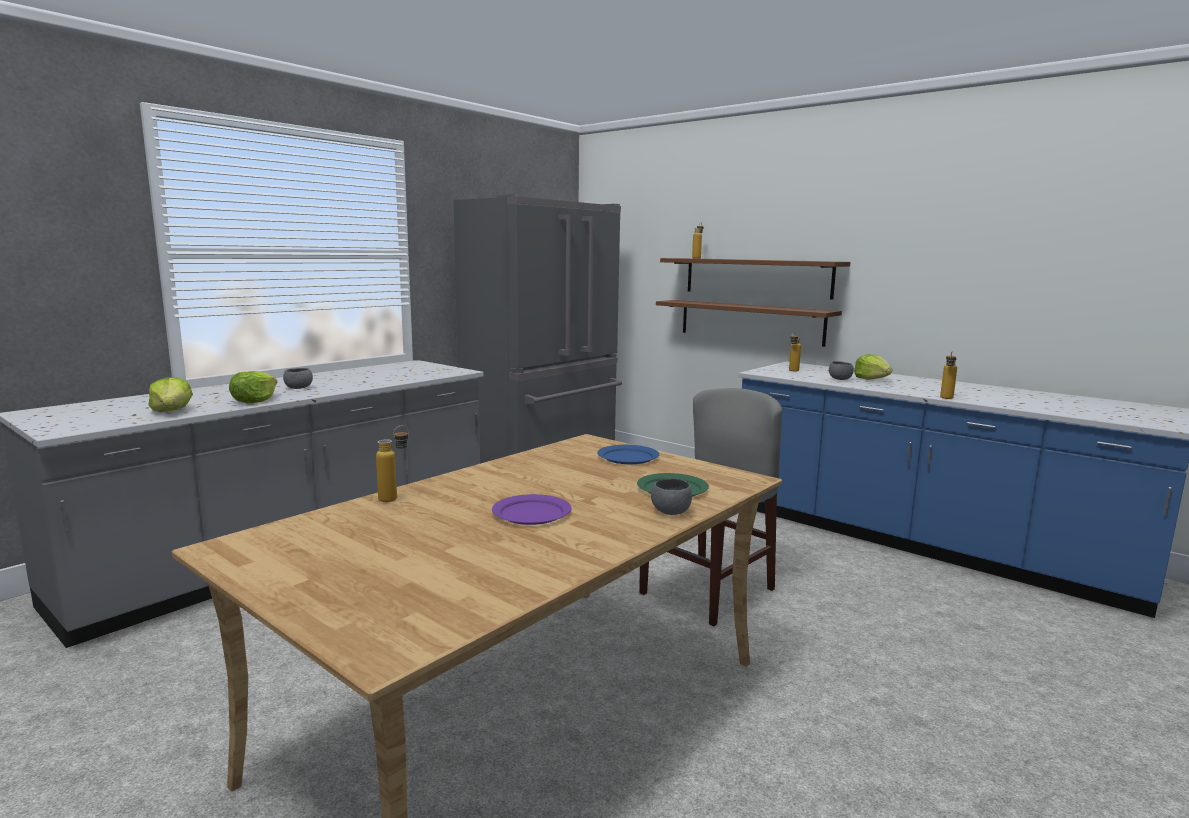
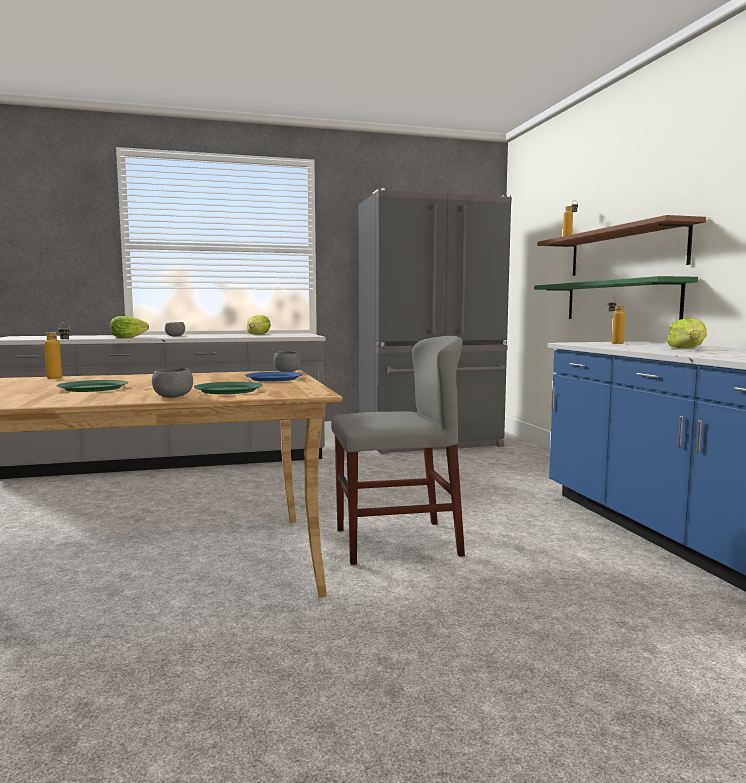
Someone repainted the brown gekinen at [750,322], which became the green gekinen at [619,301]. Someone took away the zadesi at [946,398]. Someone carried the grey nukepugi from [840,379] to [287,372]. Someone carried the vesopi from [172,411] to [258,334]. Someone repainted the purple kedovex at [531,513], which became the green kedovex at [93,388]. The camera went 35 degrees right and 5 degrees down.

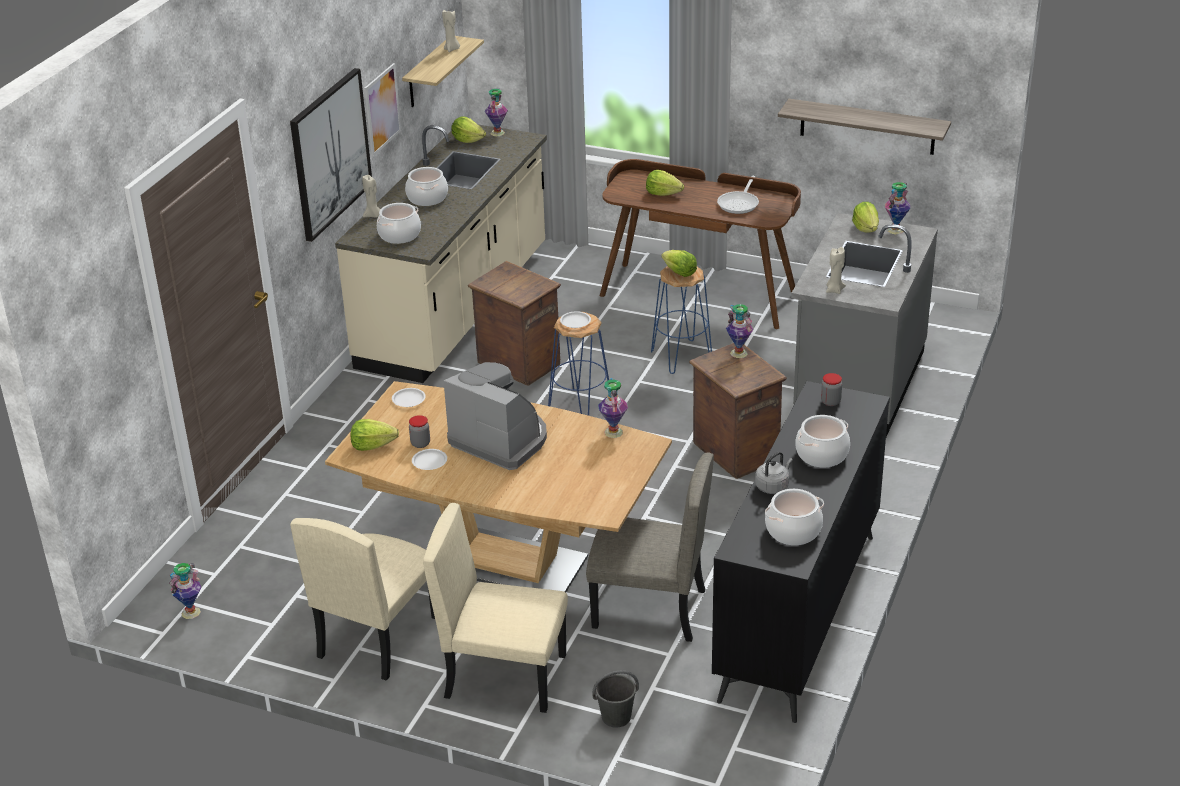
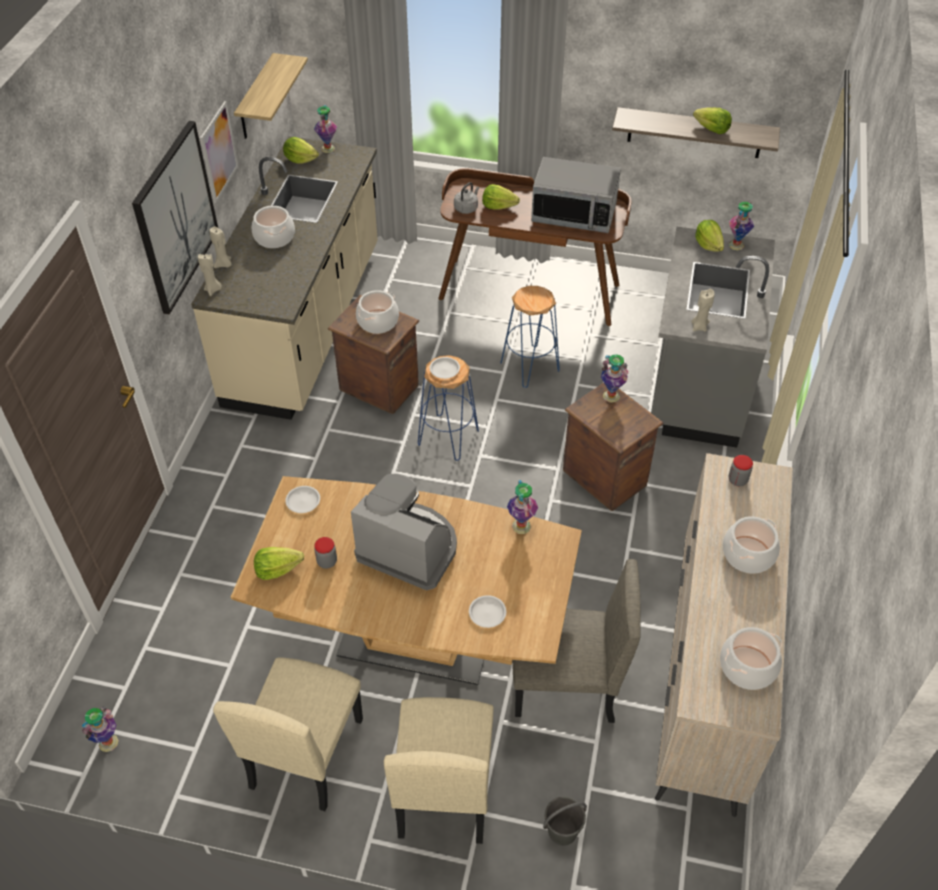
Someone carried the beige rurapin from [452,49] to [213,290]. Someone swapped the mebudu at [739,203] for the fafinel at [574,214]. Someone carried the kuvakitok from [399,235] to [378,322]. Someone carried the vesopi from [679,272] to [711,130]. Someone repainted the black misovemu at [797,616], which became the beige misovemu at [706,677]. Someone carried the white kedovex from [429,461] to [487,613]. Someone carried the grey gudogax from [773,486] to [466,208]. Someone rotated the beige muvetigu at [506,675] by 90 degrees counterclockwise. The camera went 10 degrees left and 15 degrees up.

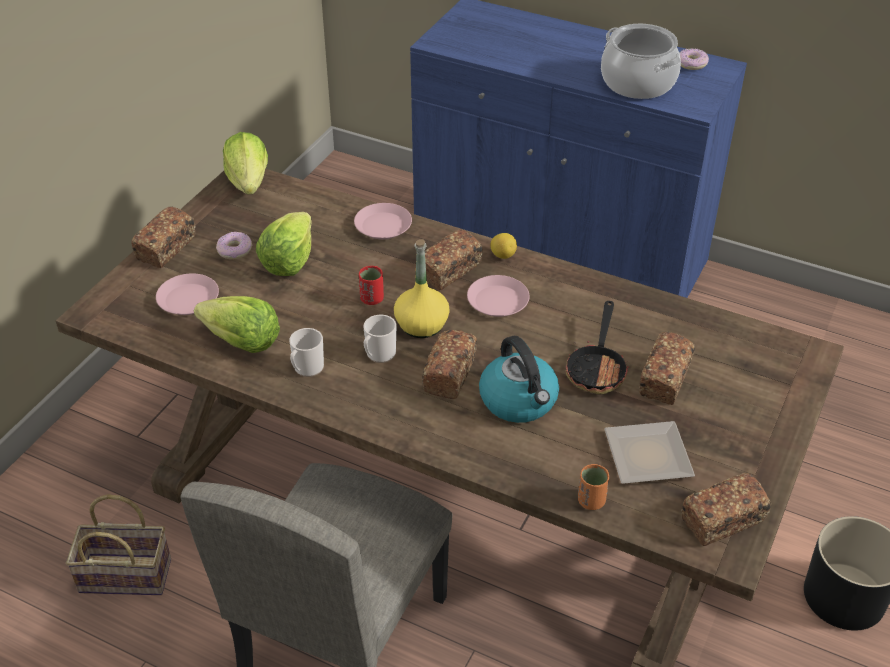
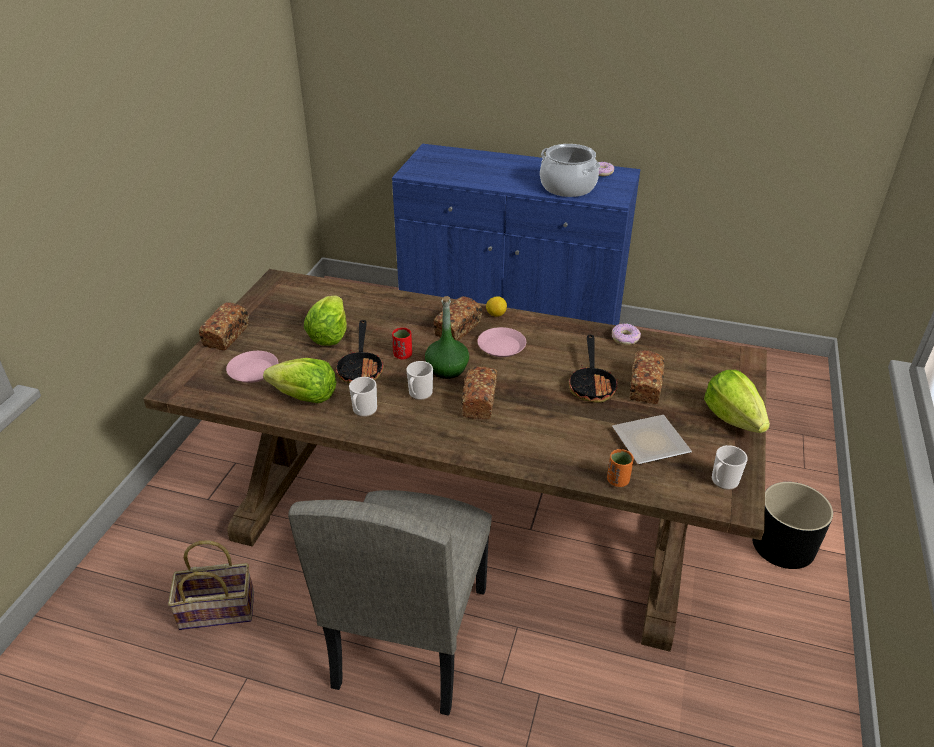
Someone carried the vesopi from [249,183] to [733,418]. Someone took away the pink kedovex at [383,226]. Someone carried the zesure from [235,250] to [625,338]. Someone repainted the yellow zadesi at [421,325], which became the green zadesi at [447,369]. Someone took away the gudogax at [519,401]. Someone swapped the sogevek at [722,520] for the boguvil at [722,481]. Someone put down the mebudu at [361,368]. The camera went 10 degrees left and 5 degrees down.

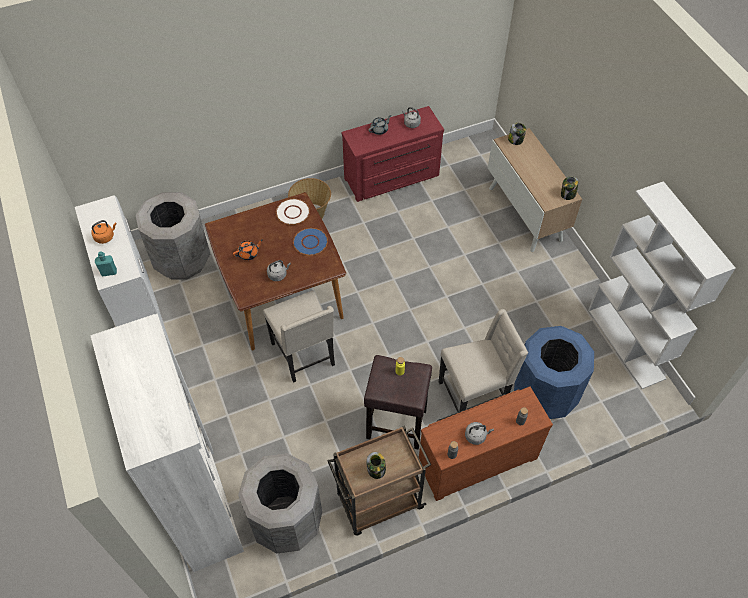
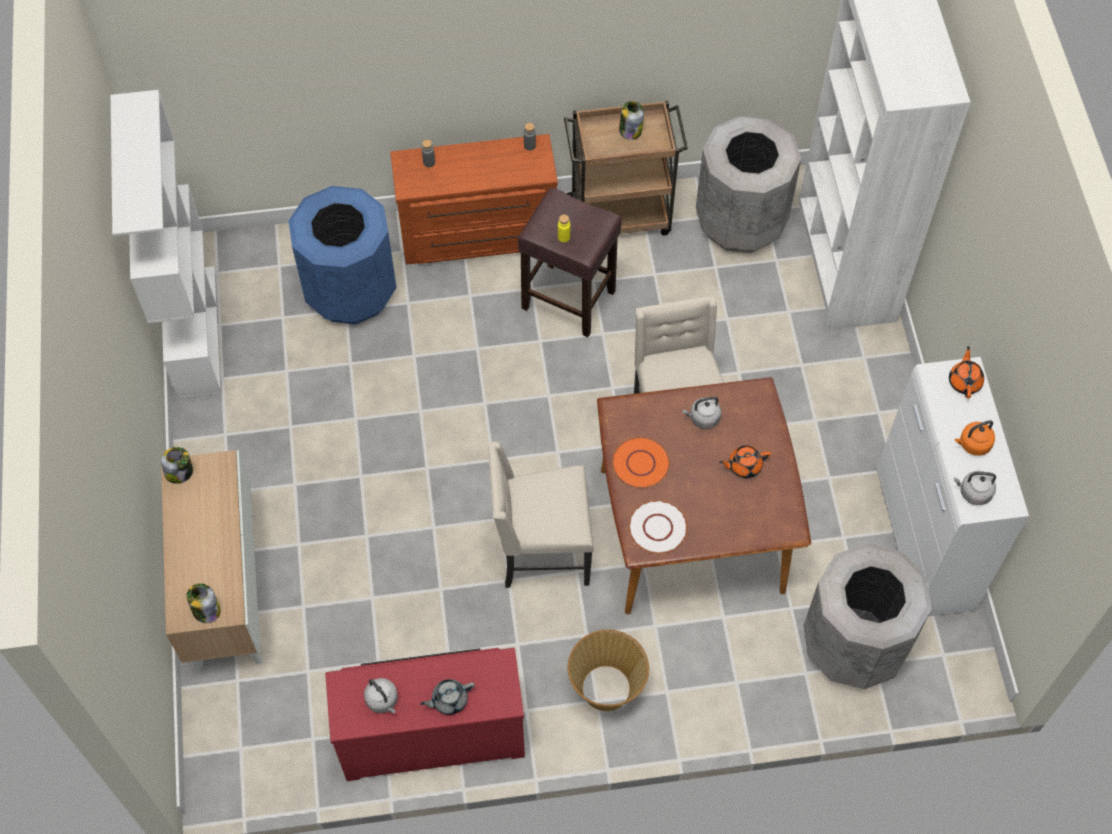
Someone repainted the blue kedovex at [310,242], which became the orange kedovex at [640,463]. Someone swapped the turquoise zadesi at [109,272] for the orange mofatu at [964,381]. Someone carried the beige muvetigu from [474,395] to [541,552]. Someone carried the grey gudogax from [476,436] to [973,492]. The camera went 165 degrees left and 5 degrees up.

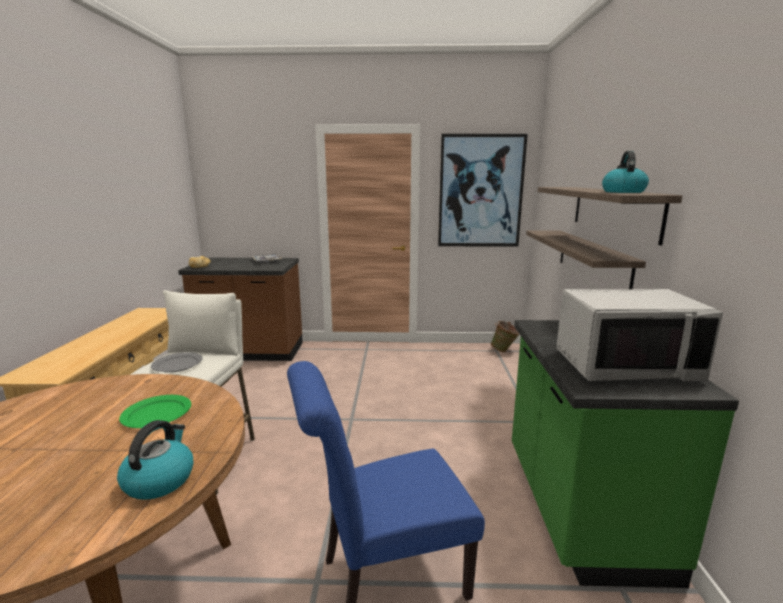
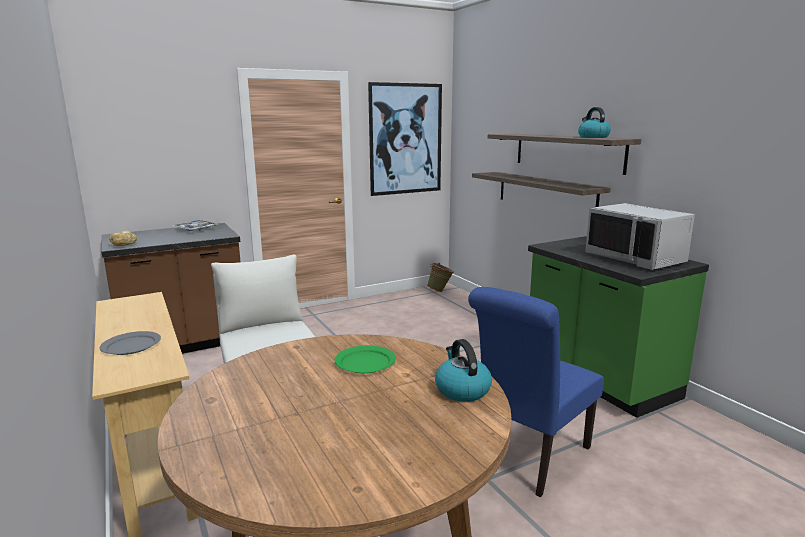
Someone rotated the grey fafinel at [624,365] by 90 degrees clockwise. Someone carried the grey kedovex from [177,364] to [131,346]. The camera went 30 degrees left and 0 degrees up.

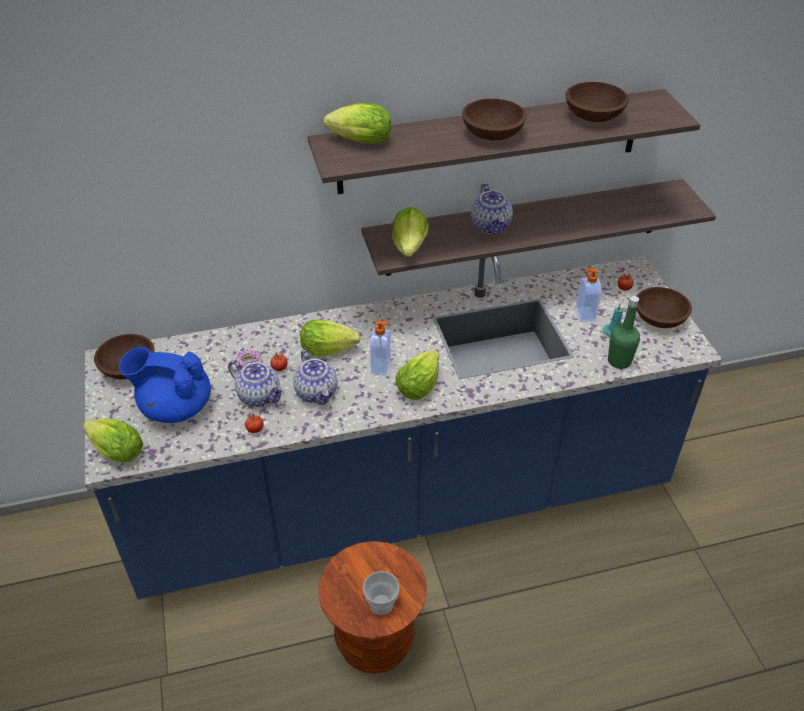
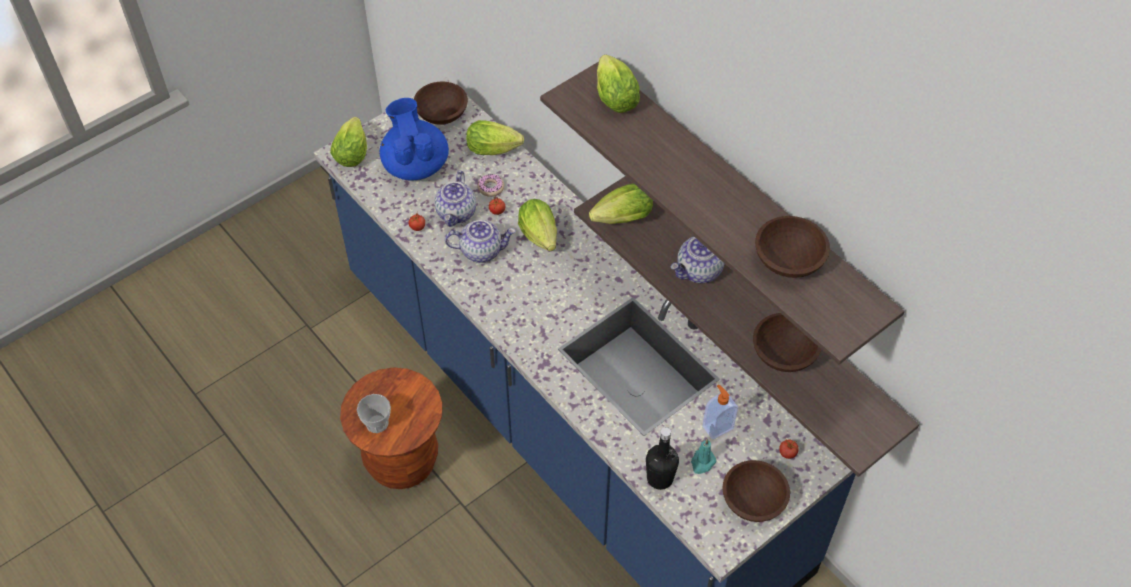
Someone carried the brown nukepugi from [492,135] to [782,353]. Someone repainted the green zadesi at [619,361], which became the black zadesi at [660,478]. Someone took away the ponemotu at [381,367]. Someone rotated the mofatu at [317,393] by 135 degrees counterclockwise. Someone carried the vesopi from [420,384] to [496,149]. The camera went 65 degrees right and 10 degrees up.

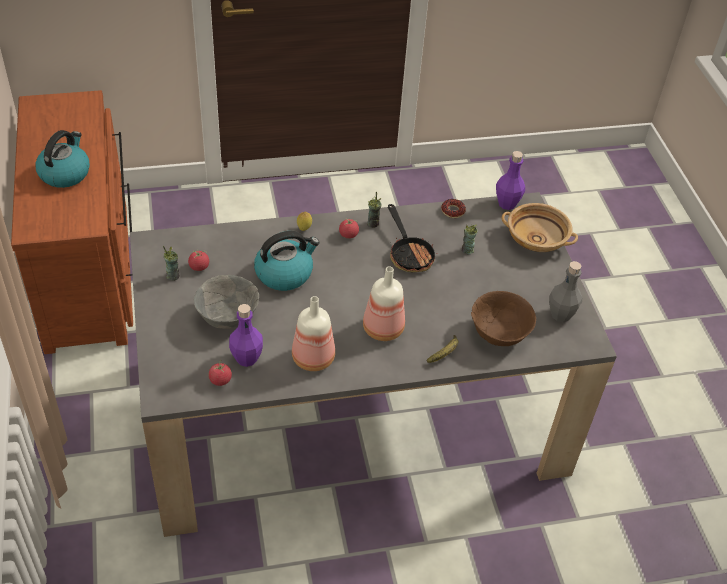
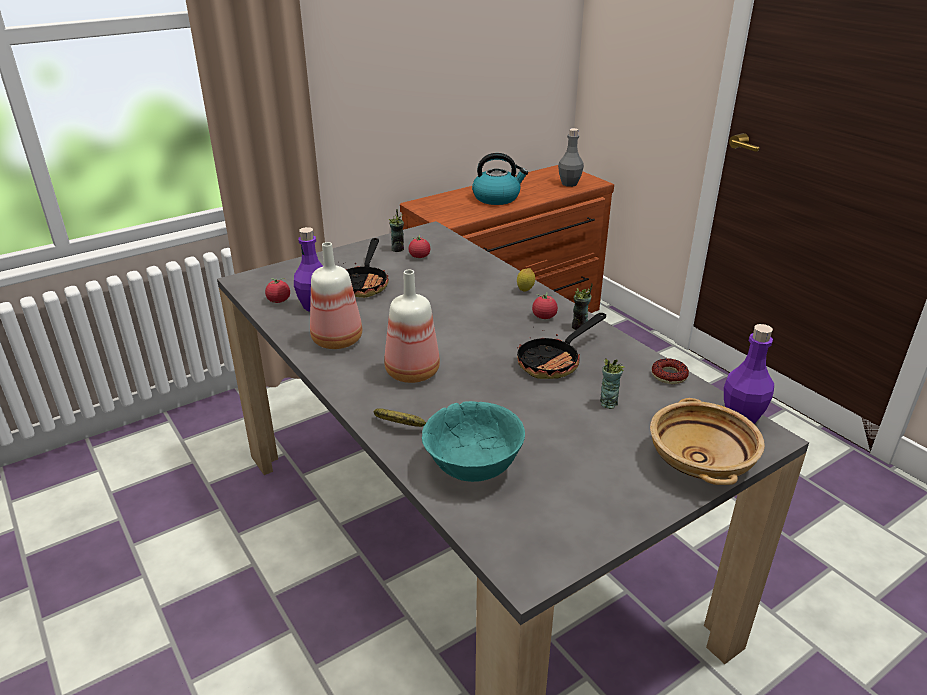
Someone took away the gudogax at [285,273]. Someone carried the grey zadesi from [560,314] to [569,184]. Someone swapped the grey nukepugi at [227,316] for the mebudu at [365,284]. Someone repainted the brown nukepugi at [500,334], which became the turquoise nukepugi at [472,466]. The camera went 70 degrees right and 15 degrees down.

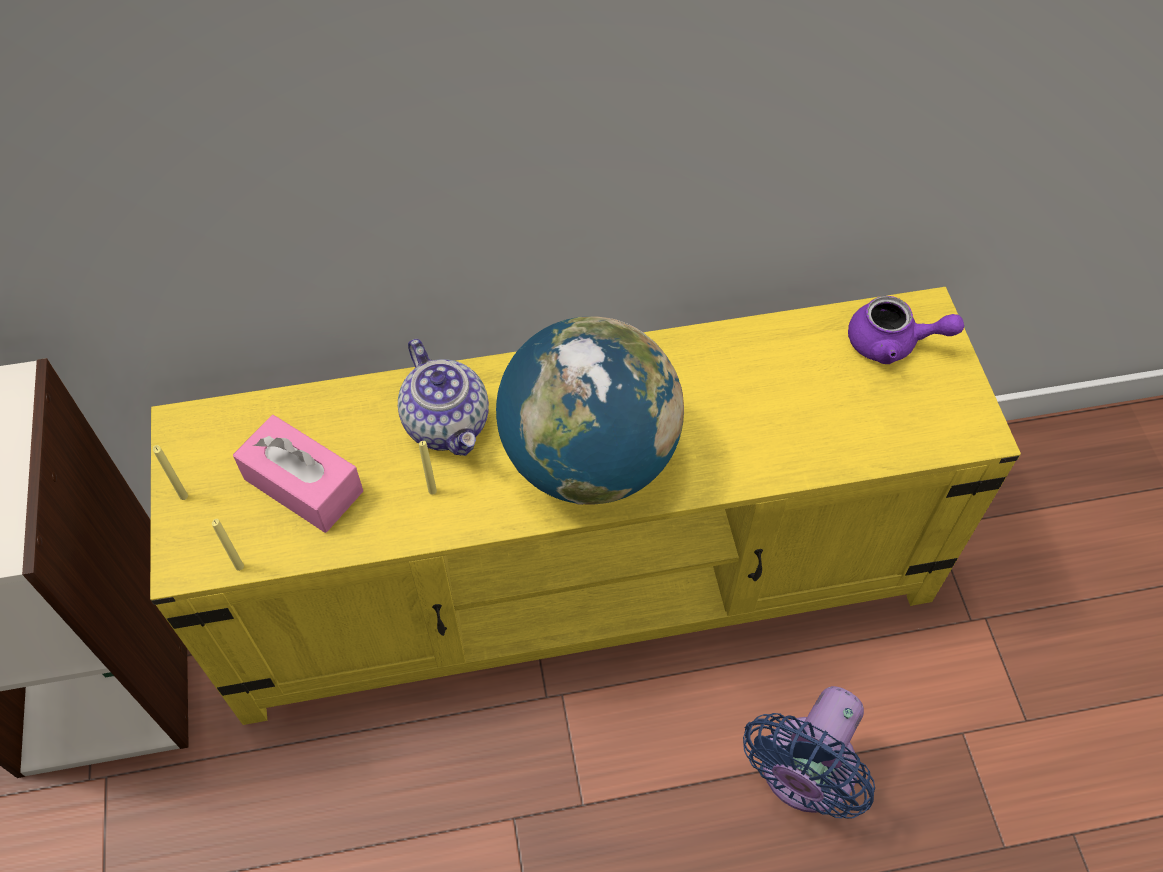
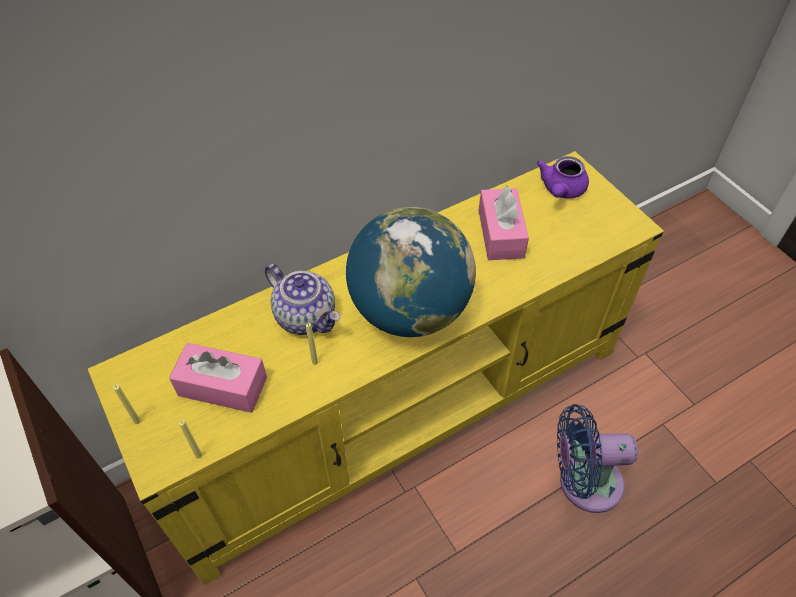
Someone rotated the purple mofatu at [892,343] by 120 degrees clockwise. Someone rotated the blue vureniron at [803,774] by 75 degrees clockwise. Someone put down the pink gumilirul at [501,234]. The camera went 20 degrees left and 5 degrees down.

